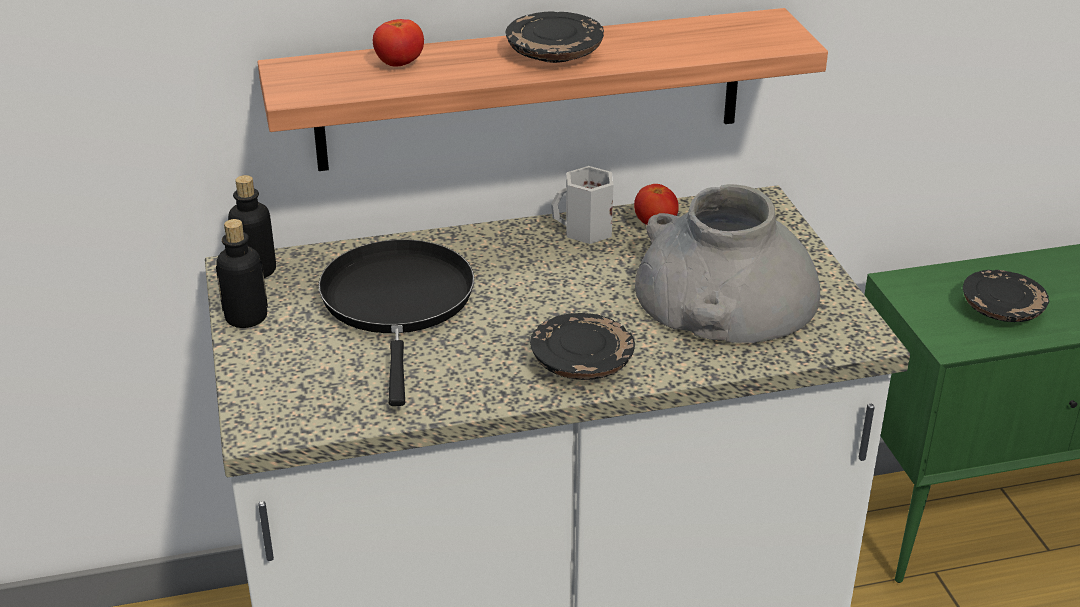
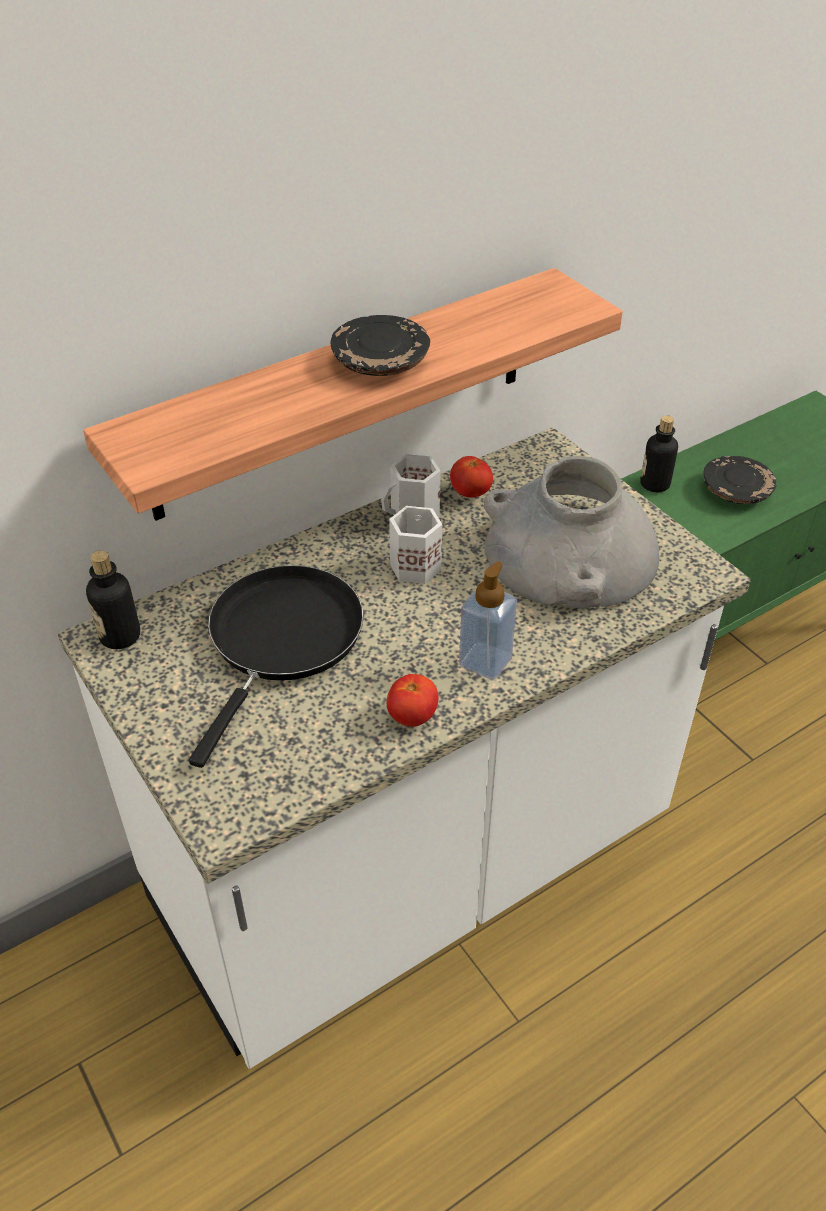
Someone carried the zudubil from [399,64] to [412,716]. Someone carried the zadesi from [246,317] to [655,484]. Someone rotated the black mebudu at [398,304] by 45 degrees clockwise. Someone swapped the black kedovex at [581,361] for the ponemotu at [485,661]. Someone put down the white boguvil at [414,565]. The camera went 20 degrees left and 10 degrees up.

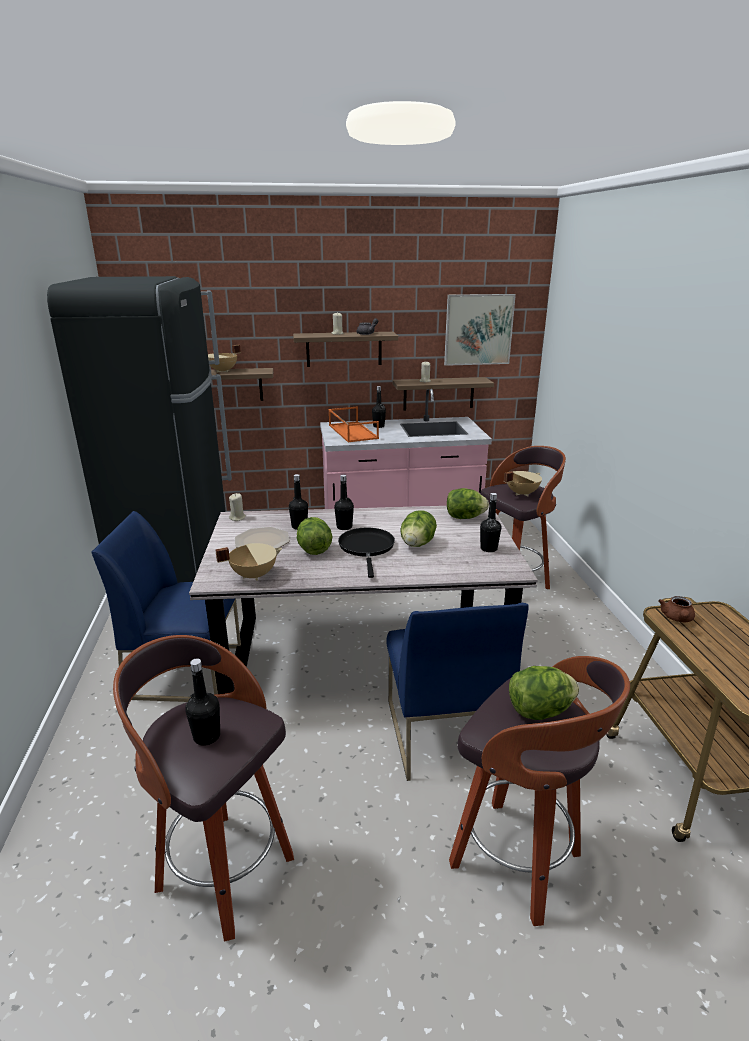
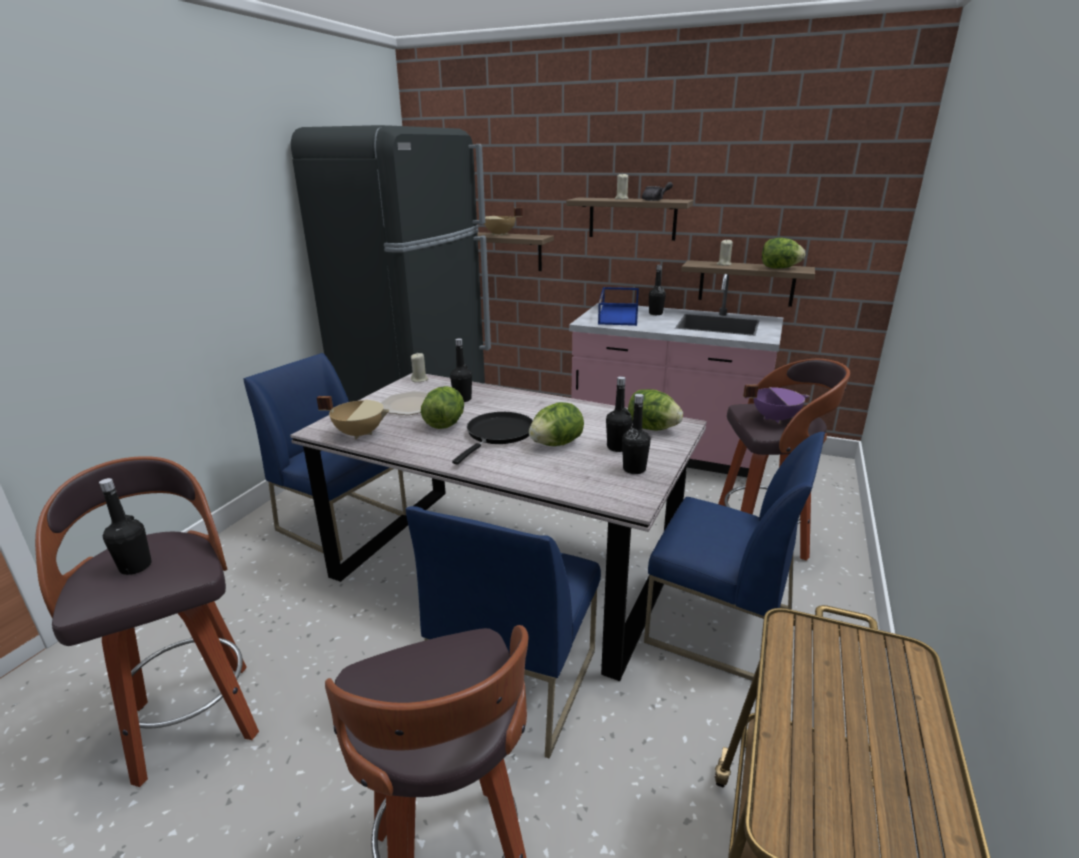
Someone took away the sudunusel at [478,329]. Someone repainted the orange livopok at [352,431], which became the blue livopok at [617,315]. Someone repainted the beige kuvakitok at [521,493], which became the purple kuvakitok at [774,418]. Someone carried the black zadesi from [344,527] to [617,447]. Someone took away the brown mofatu at [677,618]. Someone carried the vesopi from [539,711] to [779,268]. Someone put down the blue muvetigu at [718,626]. The camera went 30 degrees right and 0 degrees up.

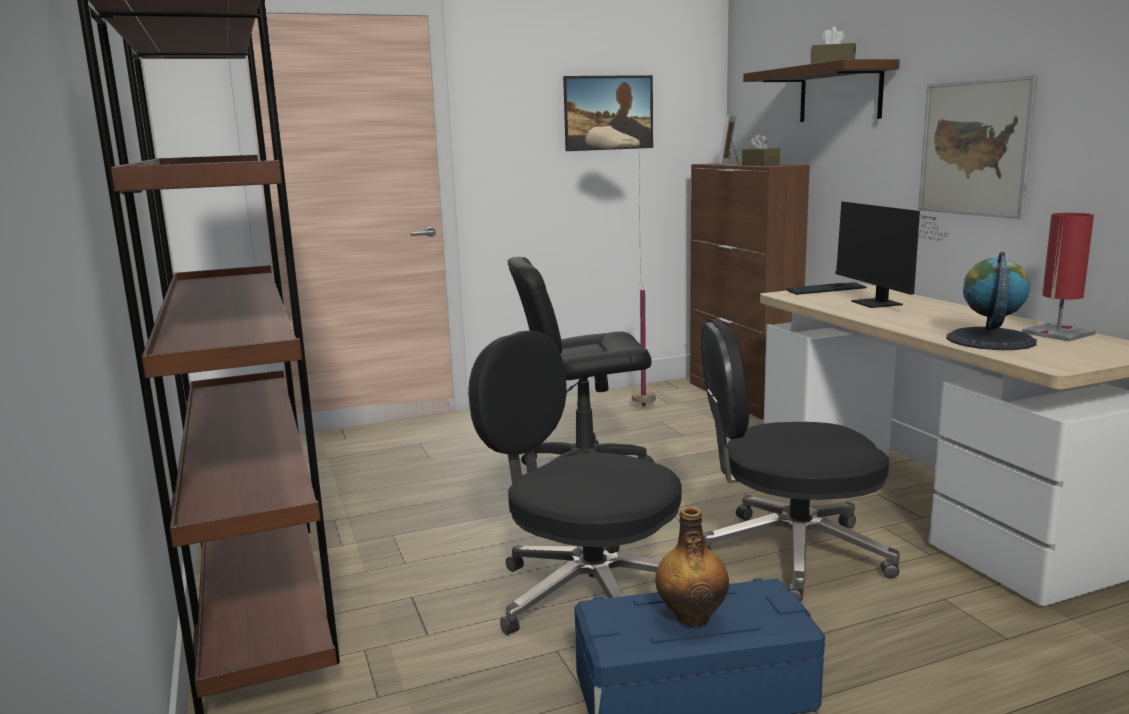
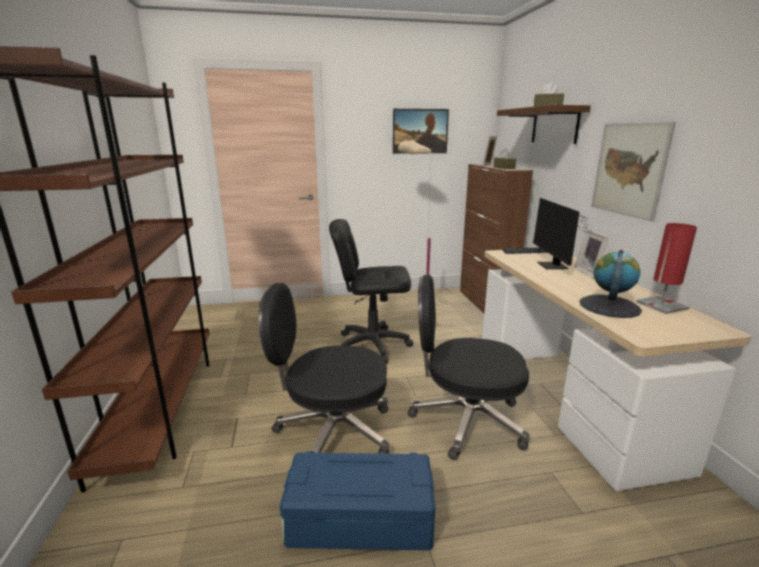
Someone rotated the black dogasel at [586,594] by 45 degrees counterclockwise. Someone took away the zadesi at [692,617]. Someone put down the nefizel at [590,273]. The camera went 10 degrees right and 5 degrees up.

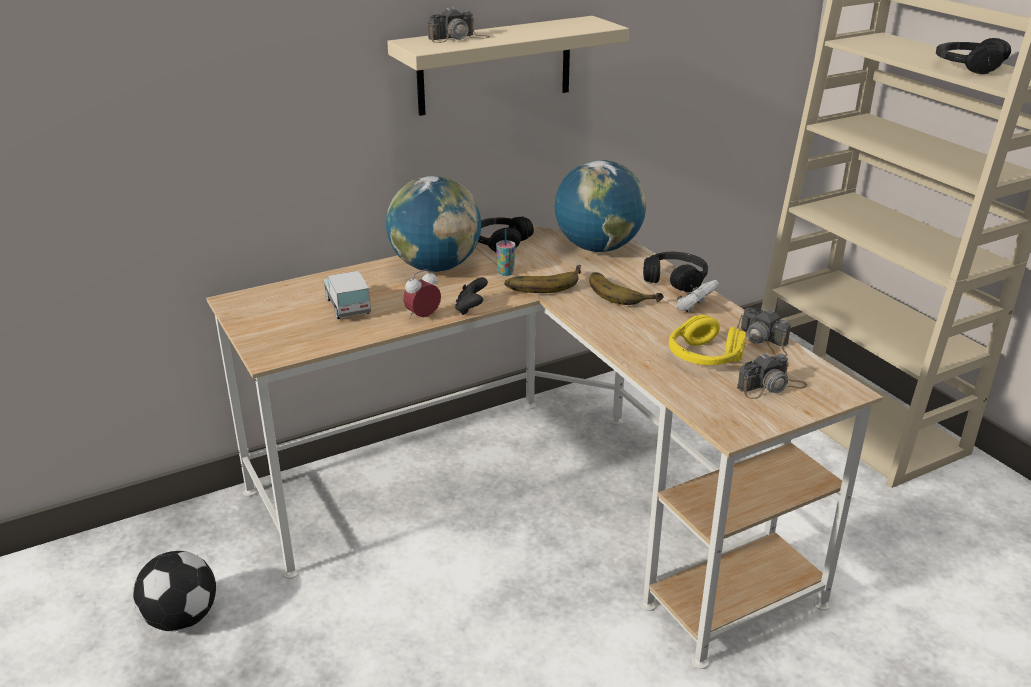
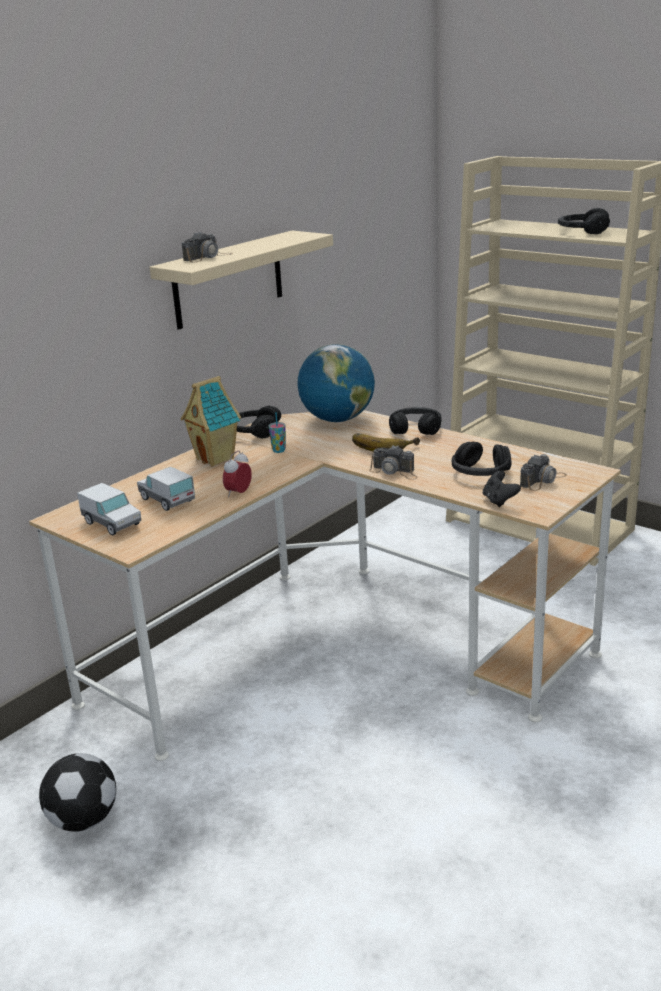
Someone swapped the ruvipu at [435,267] for the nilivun at [216,458]. Someone took away the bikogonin at [543,282]. Someone carried the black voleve from [471,309] to [499,501]. Someone took away the white voleve at [695,308]. Someone carried the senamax from [763,341] to [395,472]. Someone repainted the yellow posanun at [704,357], which became the black posanun at [480,473]. Someone put down the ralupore at [112,523]. The camera went 20 degrees left and 5 degrees down.

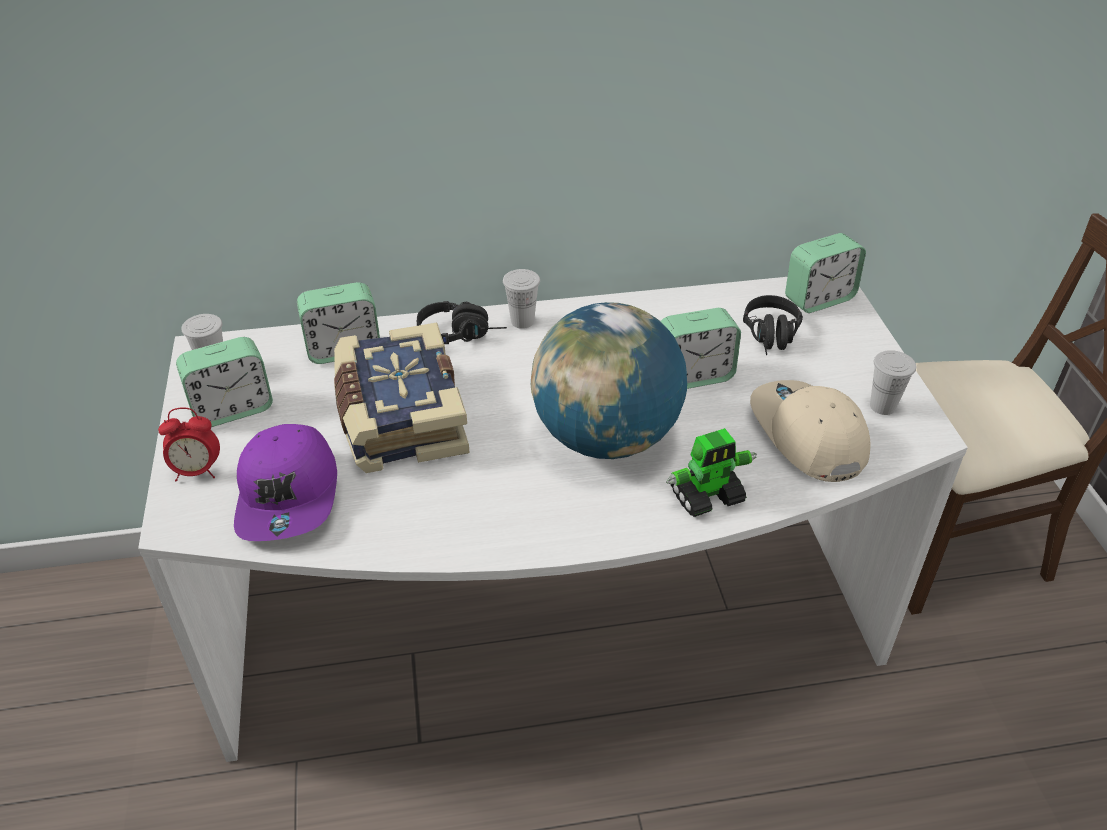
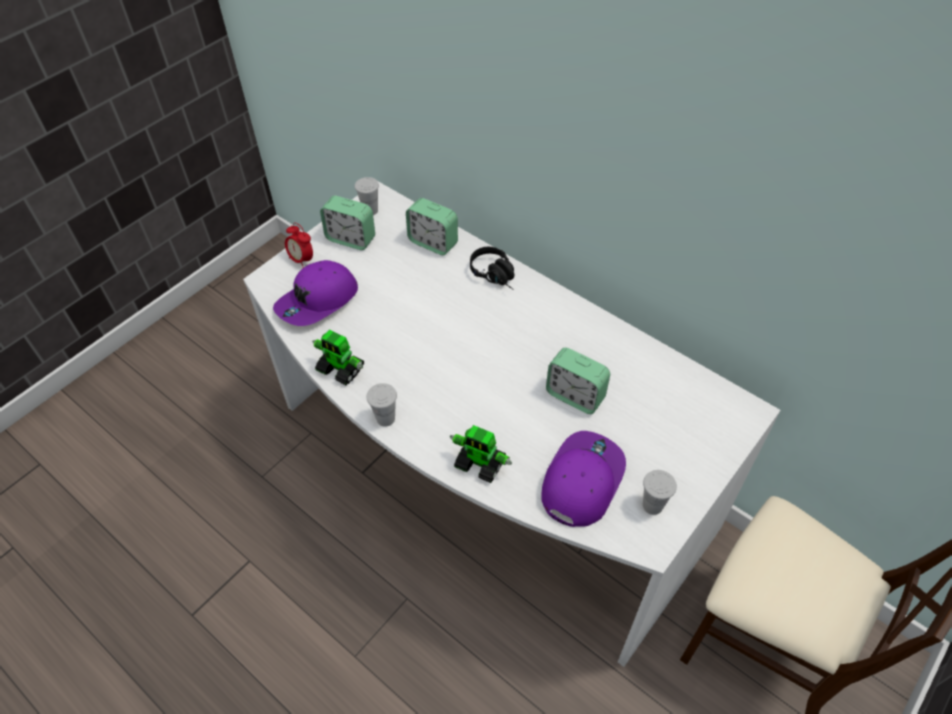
Someone took away the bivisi at [819,299]. Someone carried the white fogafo from [522,321] to [385,418]. Someone took away the black posanun at [772,339]. Someone took away the ruvipu at [605,438]. Someone took away the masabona at [398,418]. Someone repainted the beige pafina at [806,435], which became the purple pafina at [581,481]. Someone put down the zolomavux at [341,369]. The camera went 50 degrees right and 10 degrees up.

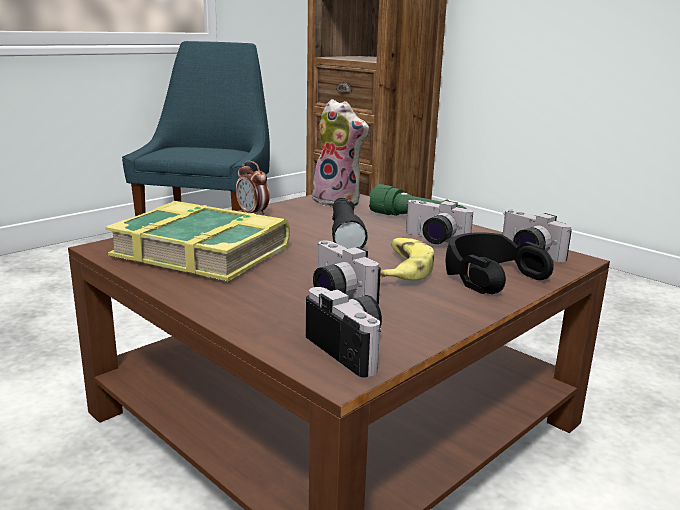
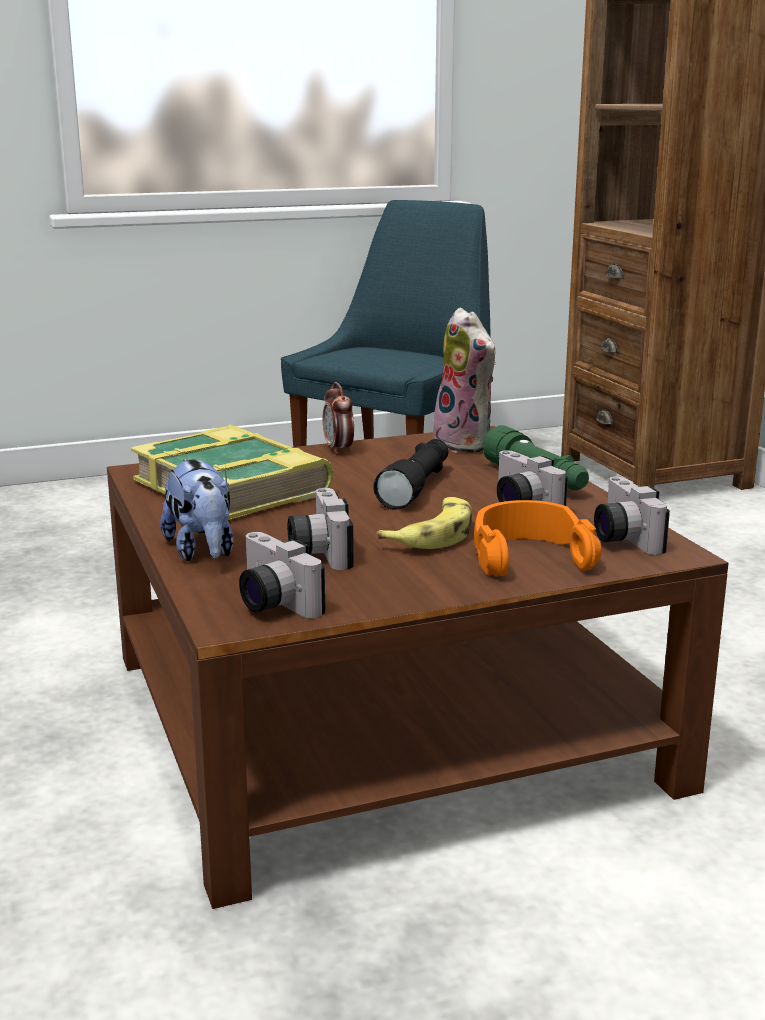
Someone repainted the black posanun at [490,275], which became the orange posanun at [529,556]. Someone rotated the senamax at [354,348] by 150 degrees clockwise. Someone put down the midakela at [202,551]. The camera went 25 degrees right and 0 degrees up.

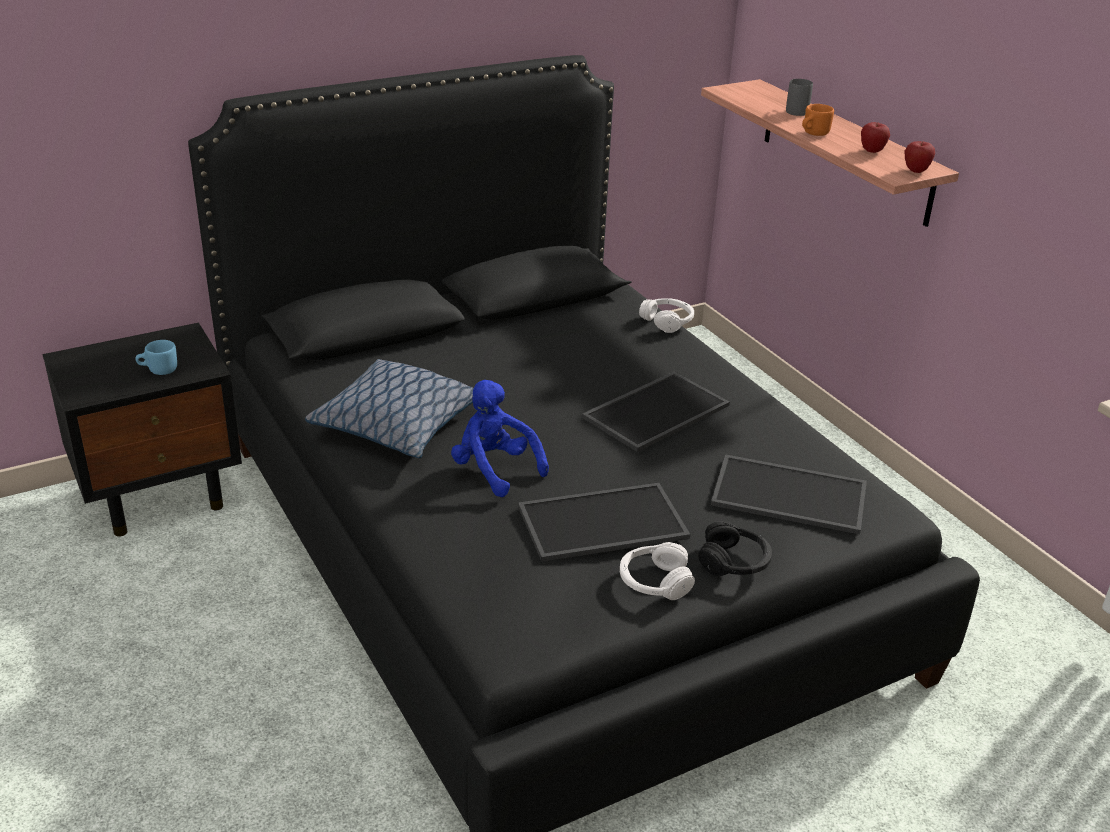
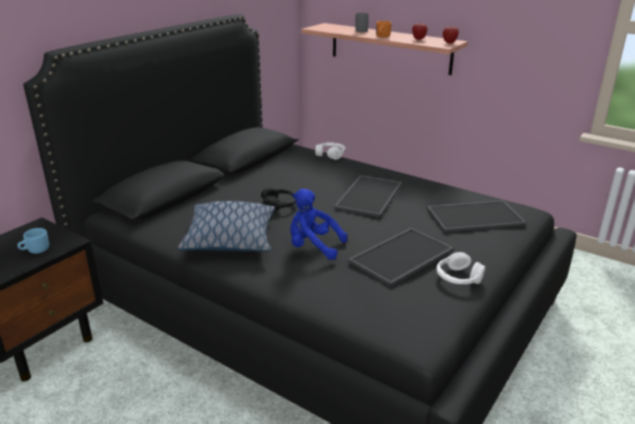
Someone carried the black posanun from [734,562] to [280,205]. The camera went 25 degrees left and 5 degrees down.

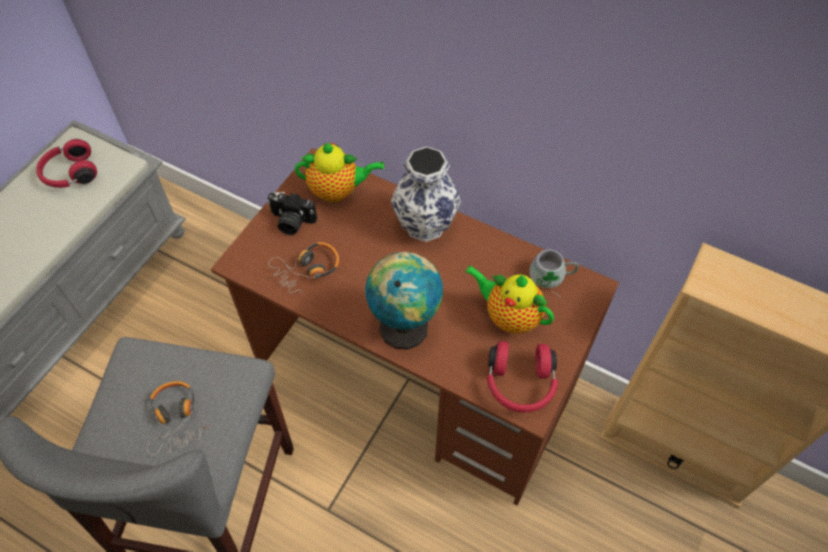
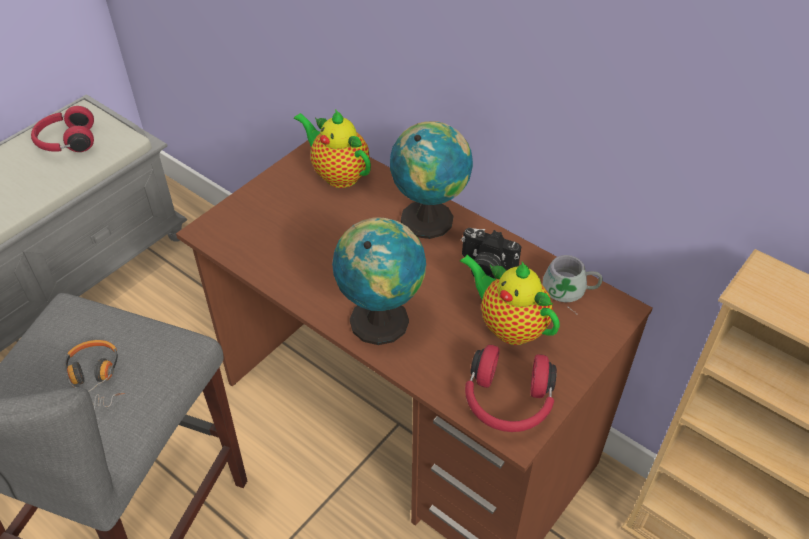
Someone rotated the mofatu at [338,191] by 150 degrees counterclockwise. Someone swapped the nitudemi at [425,223] for the ruvipu at [430,218]. Someone carried the senamax from [291,222] to [486,268]. Someone took away the posanun at [308,271]. The camera went 10 degrees right and 10 degrees down.

